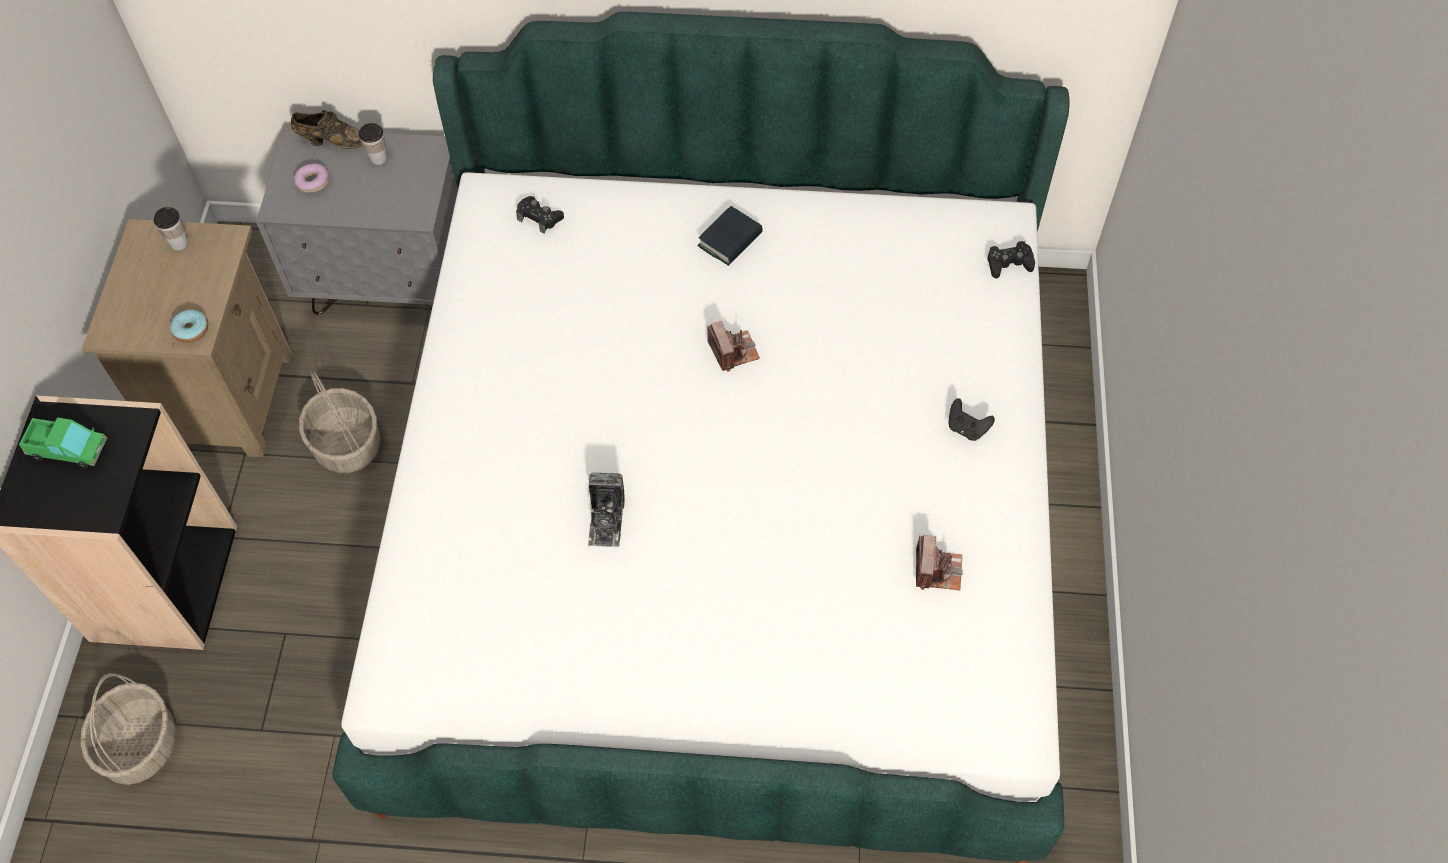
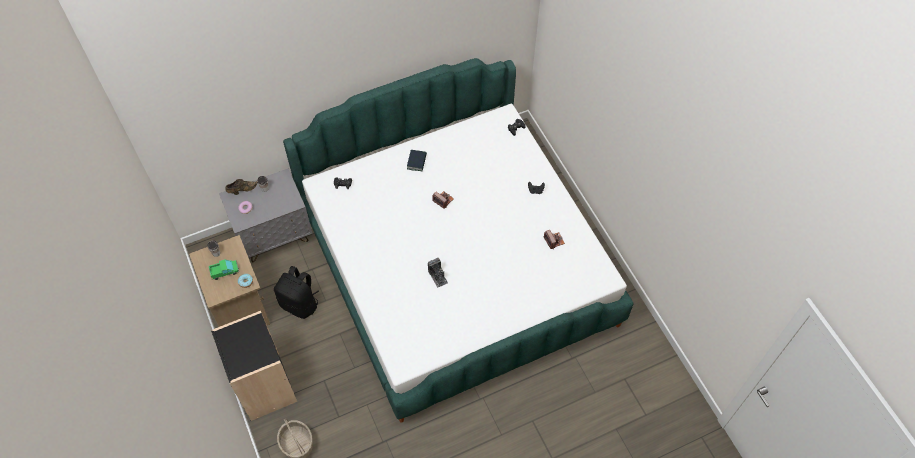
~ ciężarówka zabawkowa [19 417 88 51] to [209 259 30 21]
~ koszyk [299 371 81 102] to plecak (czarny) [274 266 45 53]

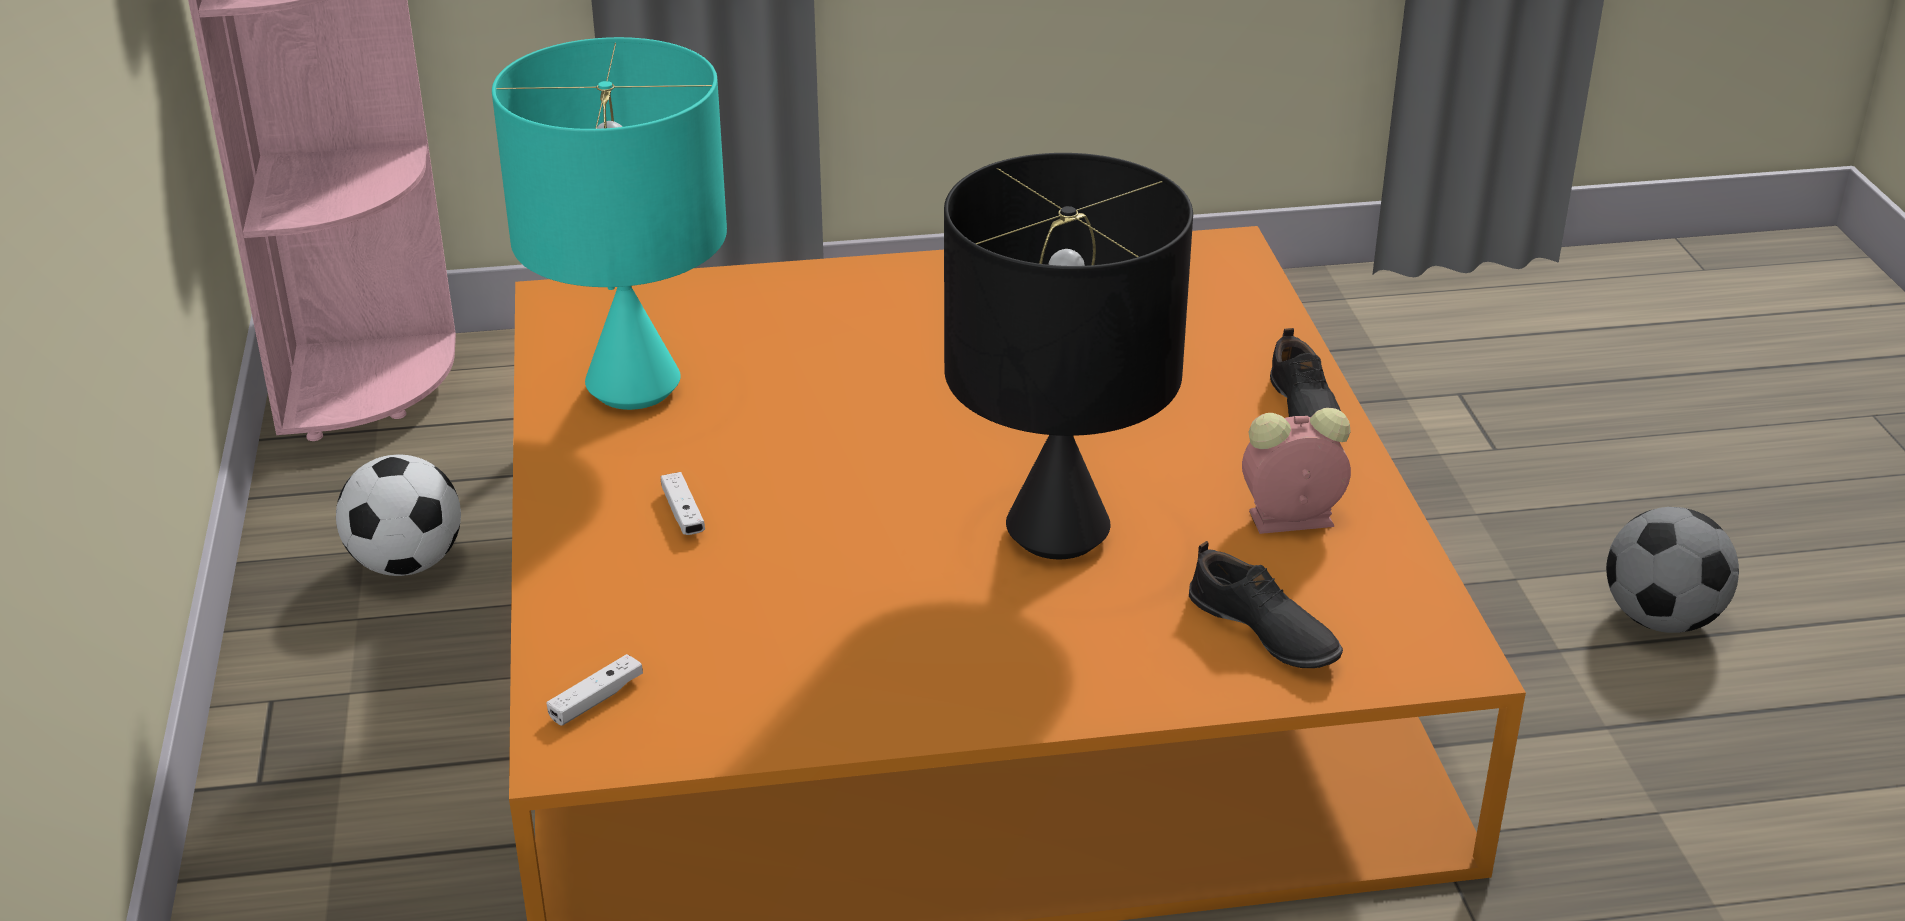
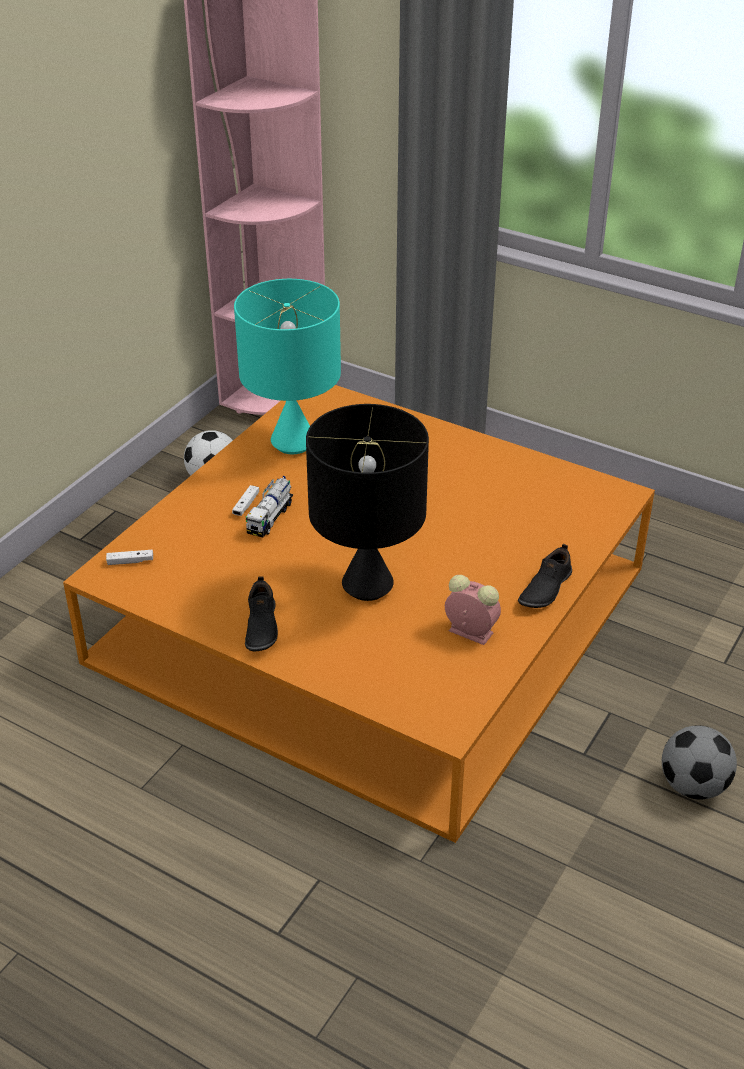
~ but (czarny) [1189 541 154 127] to [245 576 33 75]
+ ciężarówka zabawkowa [246 476 47 62]

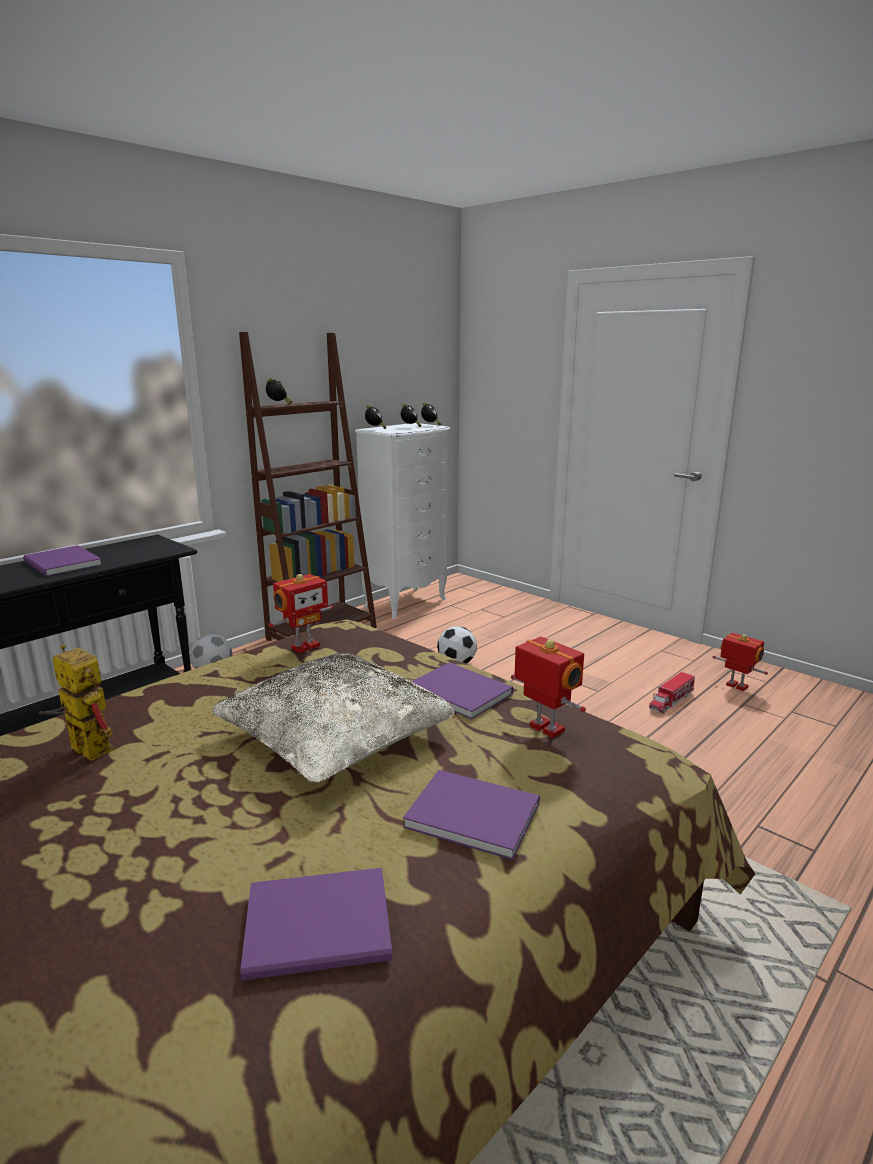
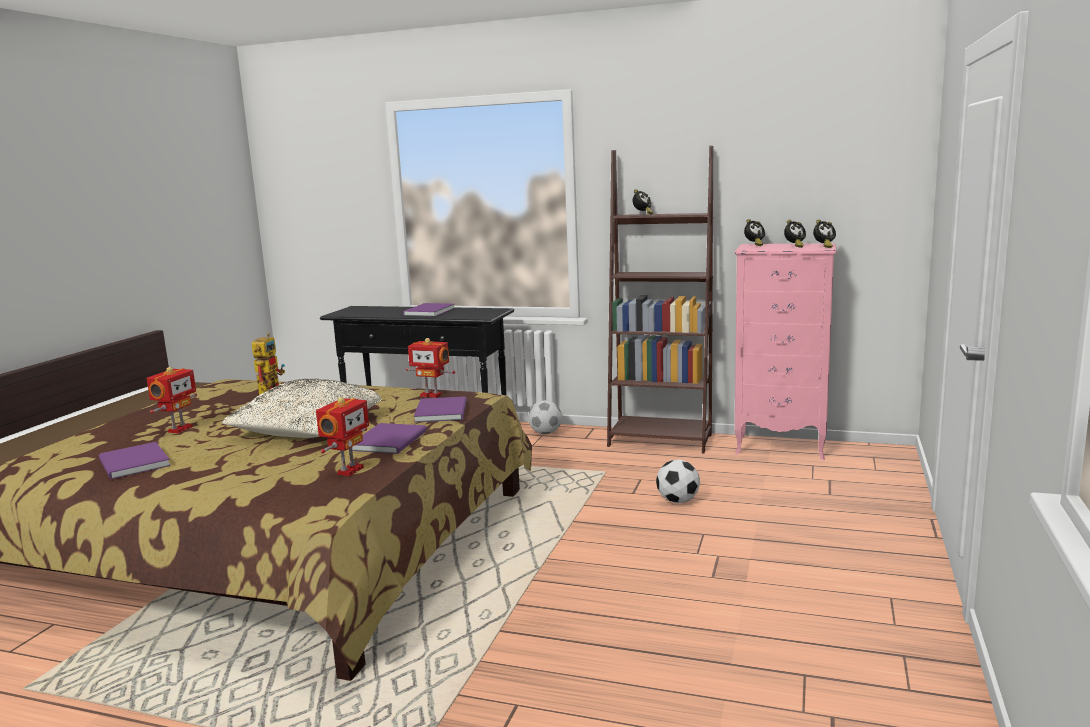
~ robot zabawkowy [713 633 55 58] to [146 367 51 66]
~ książka (fioletowy) [403 770 137 90] to [414 397 53 25]
~ komoda (biały) [355 423 95 196] to komoda (różowy) [734 243 103 217]
- ciężarówka zabawkowa [649 672 46 42]

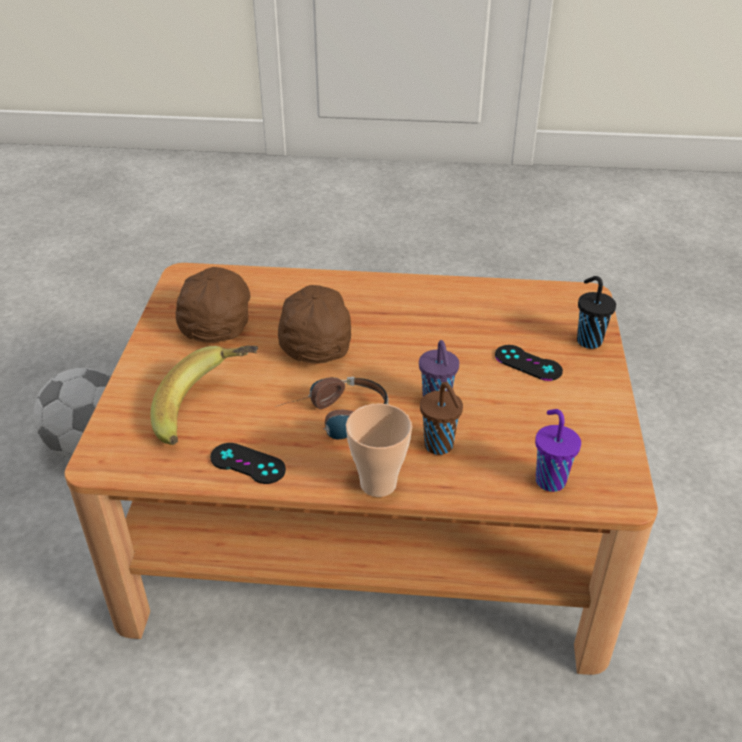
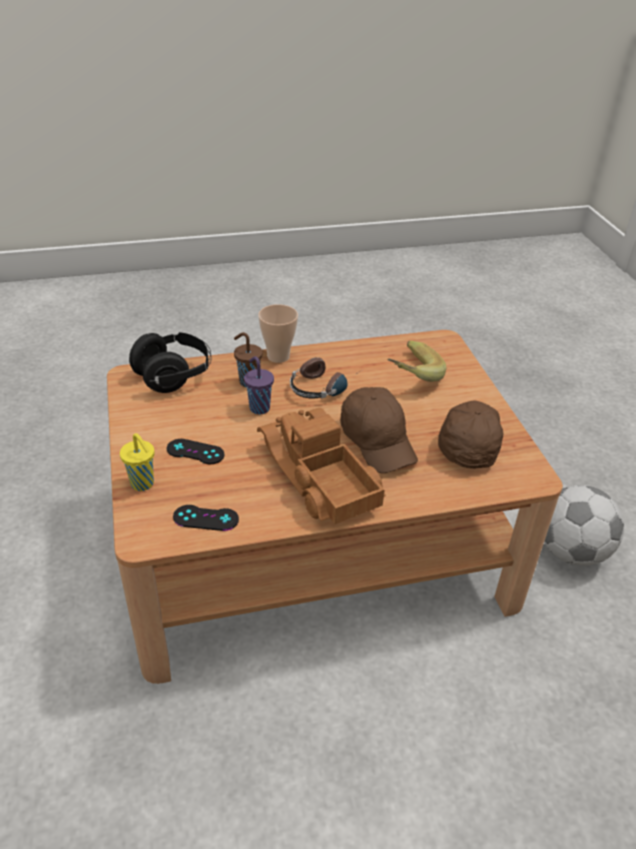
~ filiżanka (czarny) [577 276 39 73] to filiżanka (żółty) [120 433 34 58]
~ filiżanka (fioletowy) [535 409 46 83] to słuchawki (czarny) [129 332 82 61]
~ pad do gier (czarny) [210 443 76 41] to [173 505 66 26]
+ ciężarówka zabawkowa [257 408 129 116]
~ czapka z daszkiem (brązowy) [176 267 75 76] = [438 400 65 69] 150 degrees counterclockwise

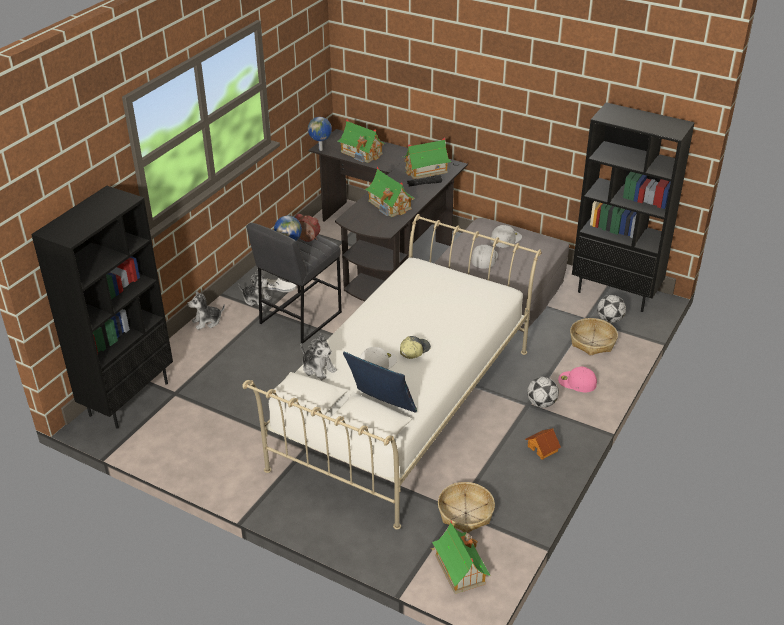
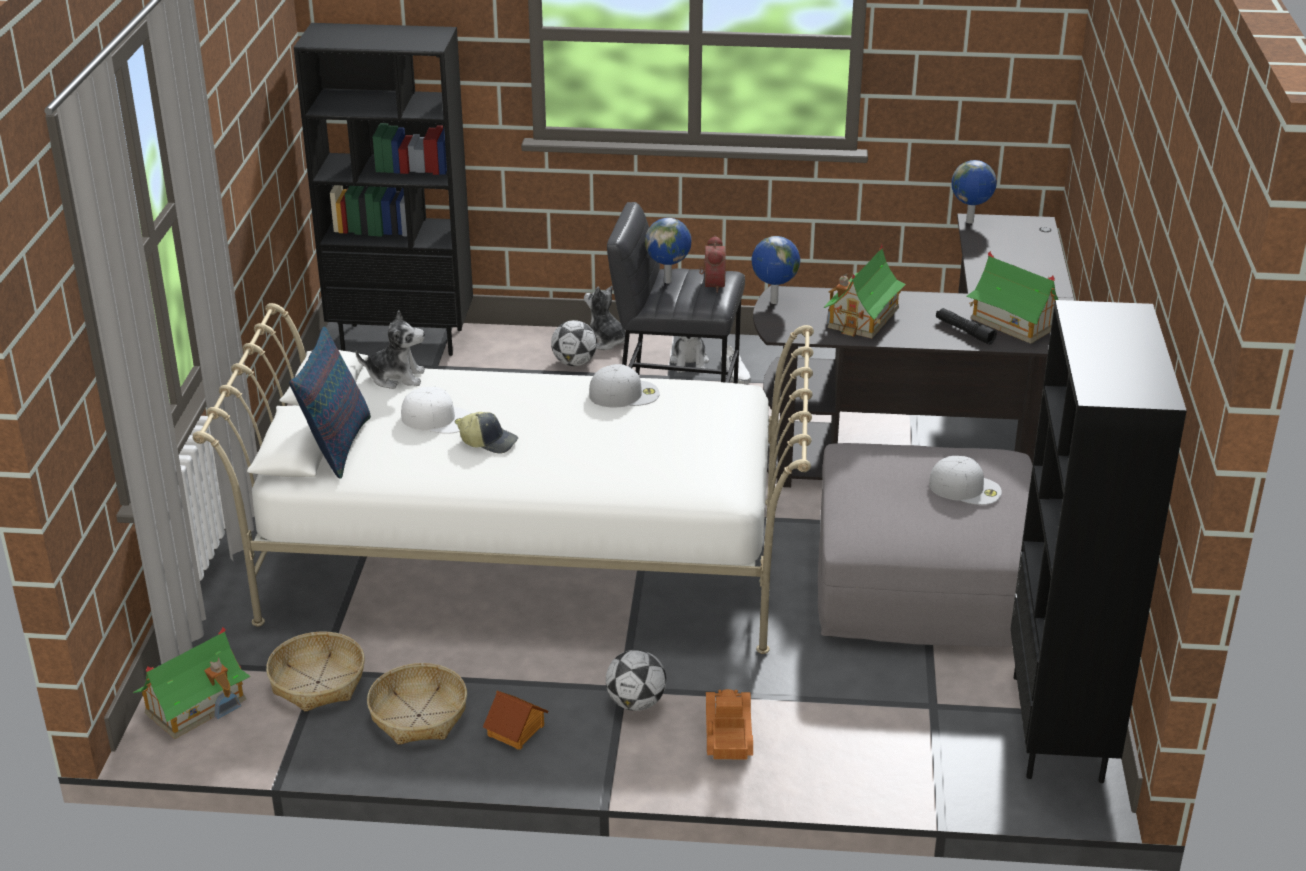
~ pluszak [301 333 36 47] = [356 310 69 79] 105 degrees counterclockwise
~ koszyk [570 318 48 38] to [367 663 100 82]
~ piłka futbolowa [597 295 29 28] to [551 320 46 46]
~ czapka z daszkiem (biały) [471 245 27 24] to [589 364 71 43]
~ czapka z daszkiem (różowy) [558 366 39 26] to ciężarówka zabawkowa [706 689 47 70]
+ globus [752 236 48 68]
- domek [337 119 49 44]

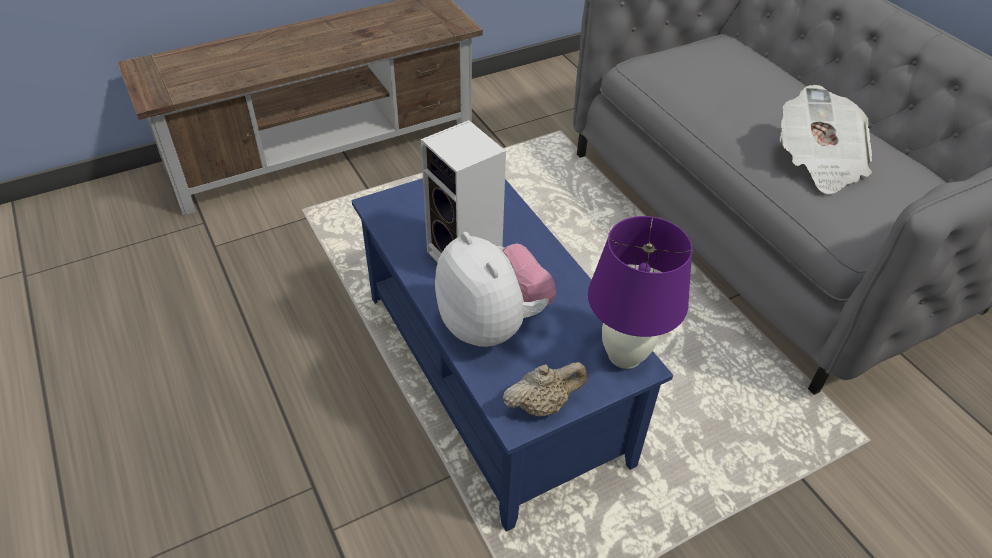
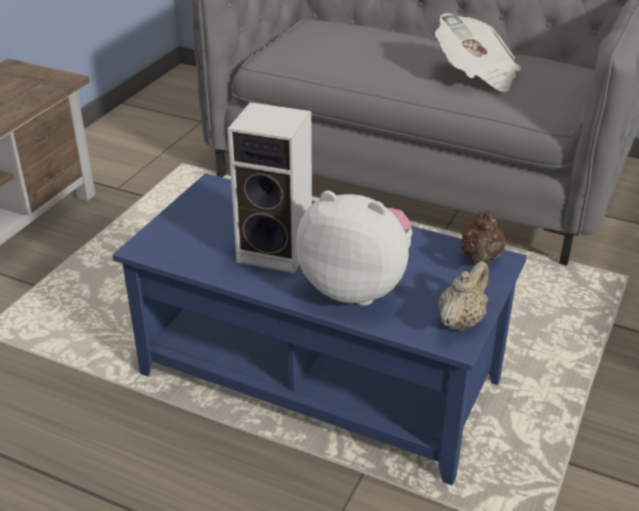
~ lampa stołowa (fioletowy) [588 216 104 153] to imbryk (brązowy) [461 210 44 54]

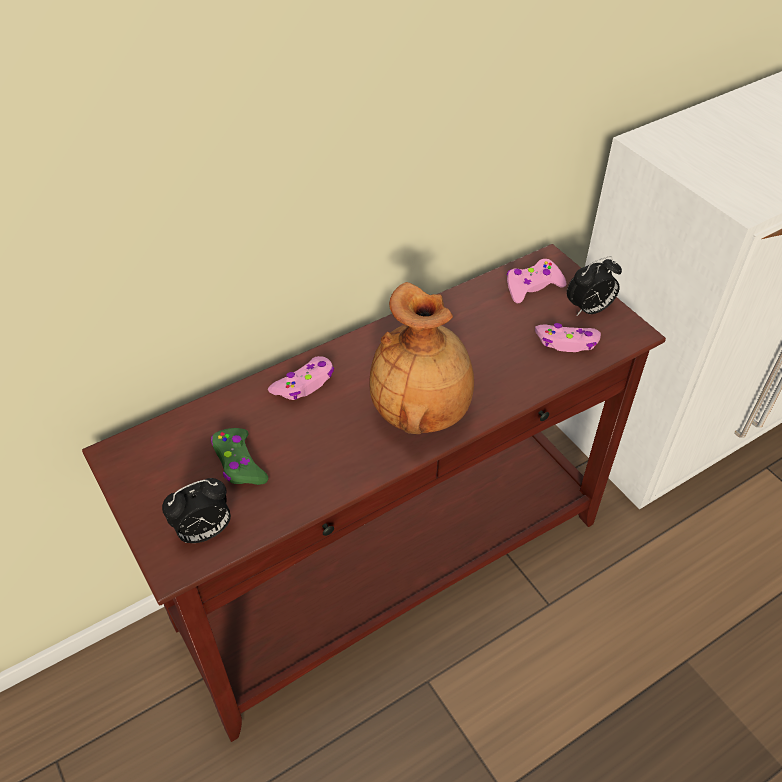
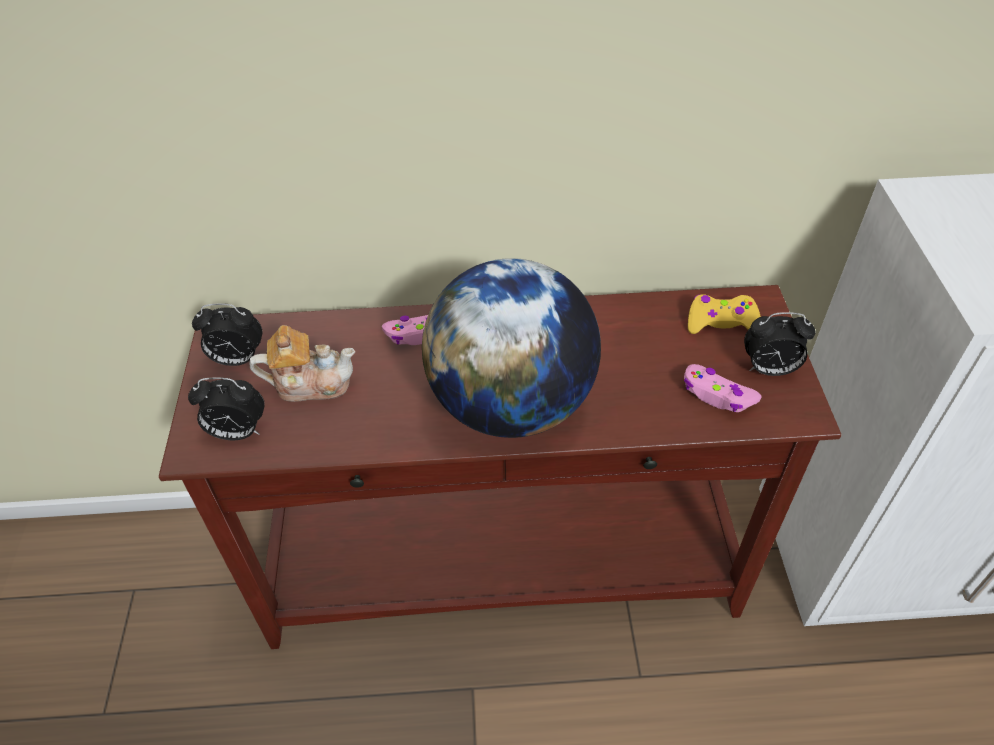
+ budzik [192 303 70 63]
~ pad do gier (zielony) [211 428 57 57] to imbryk [250 325 105 77]
~ wazon (brązowy) [370 282 104 152] to globus [422 258 179 180]
~ pad do gier (różowy) [507 259 60 44] to pad do gier (żółty) [688 294 73 40]

